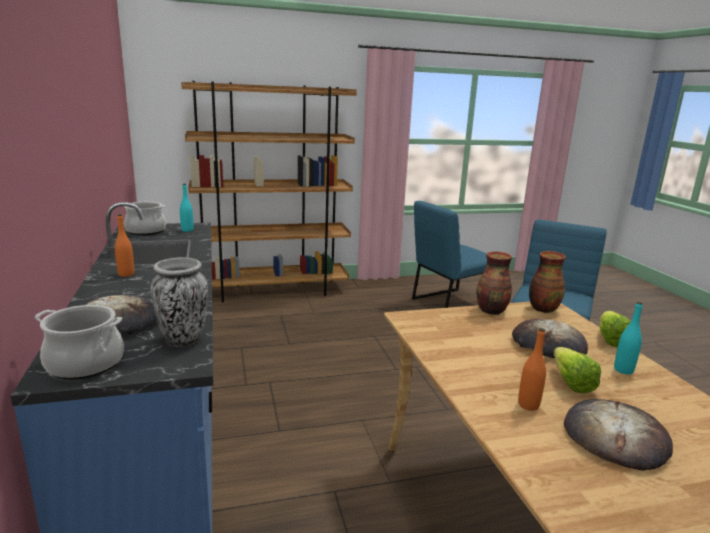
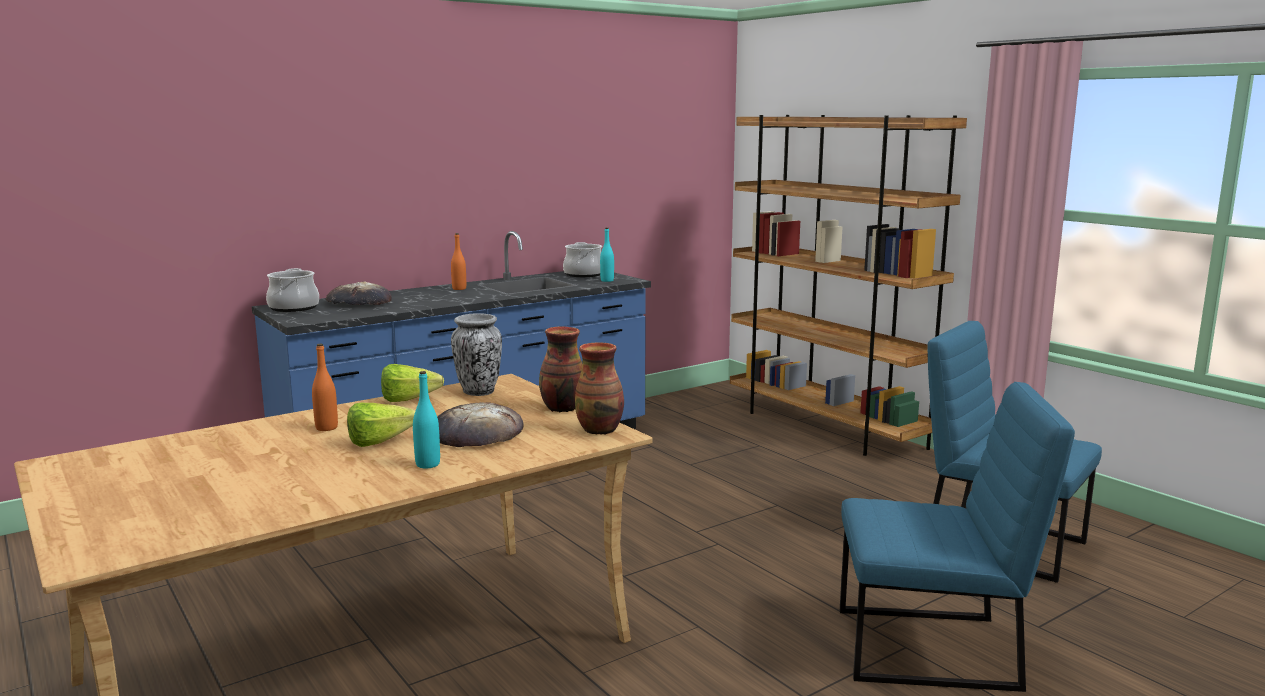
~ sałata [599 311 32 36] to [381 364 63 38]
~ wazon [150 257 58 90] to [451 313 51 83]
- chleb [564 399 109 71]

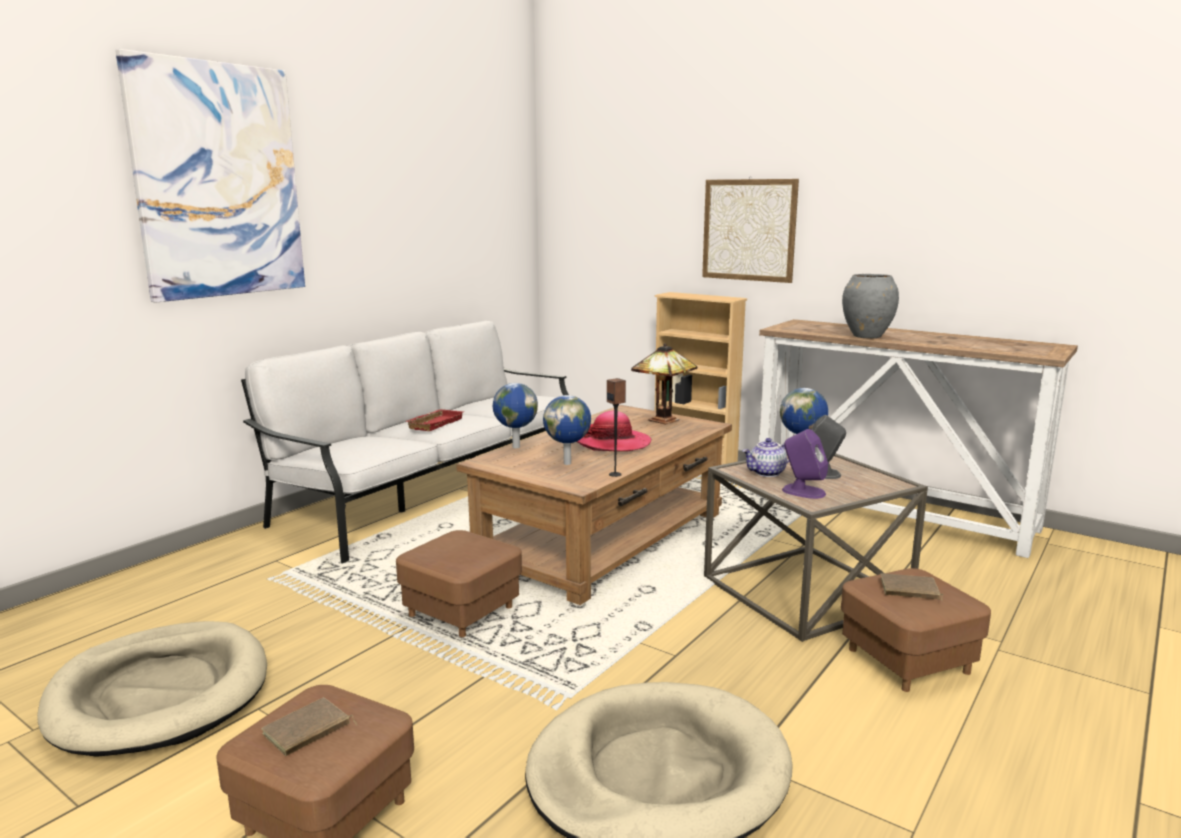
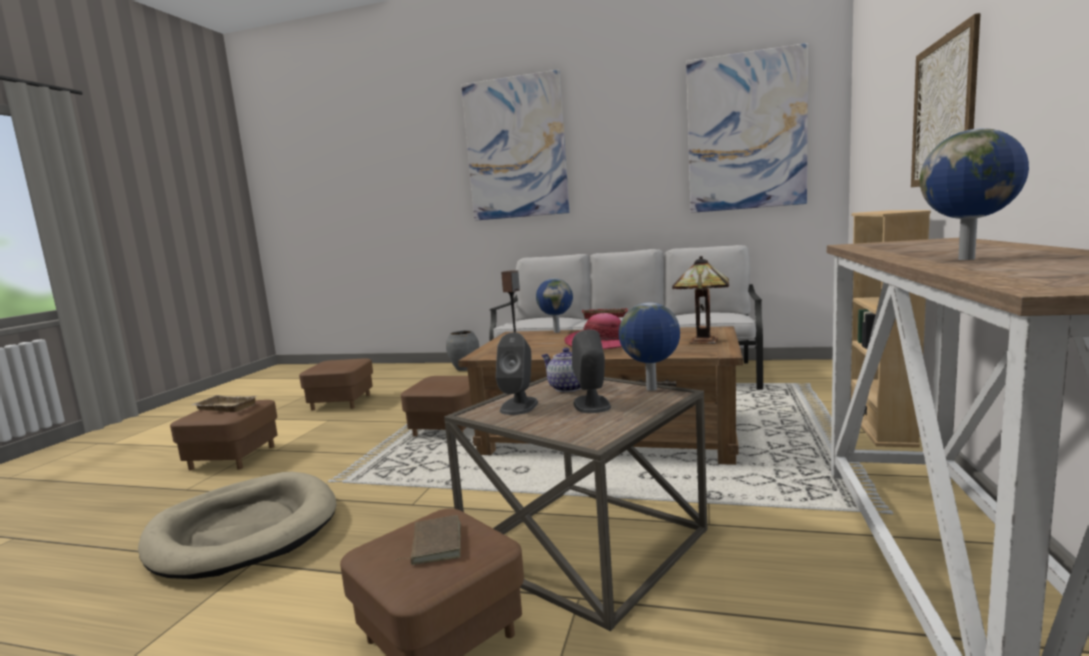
~ książka (brązowy) [261 697 96 59] to taca (beżowy) [192 395 66 17]
~ legowisko (beżowy) [37 621 230 136] to pufa (brązowy) [299 358 74 53]
~ wazon (szary) [842 274 57 64] to [446 330 33 41]
~ głośnik (fioletowy) [782 429 46 70] to głośnik (szary) [496 332 42 83]
+ obraz [686 43 122 170]
~ globus [543 395 48 70] to [920 128 109 132]

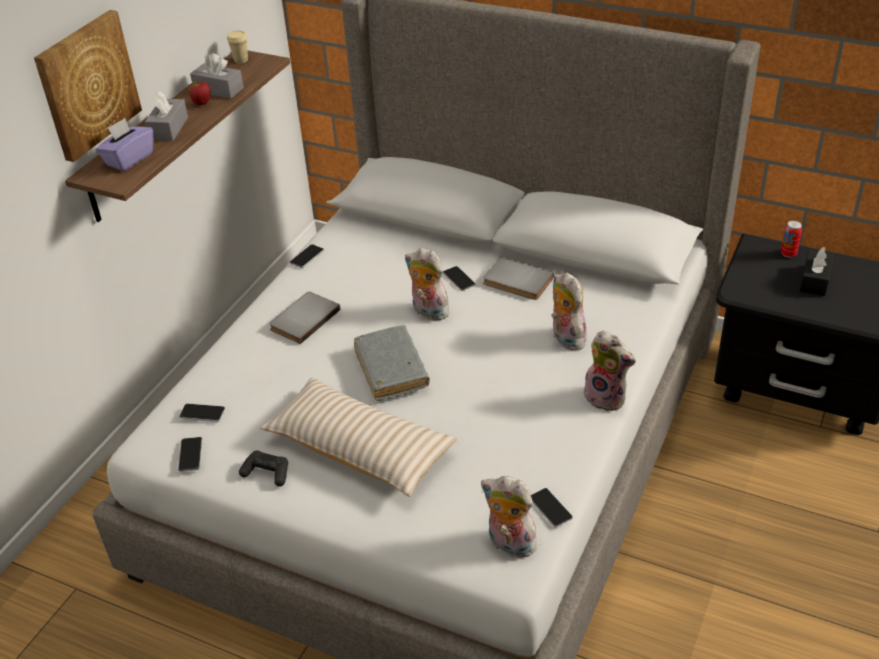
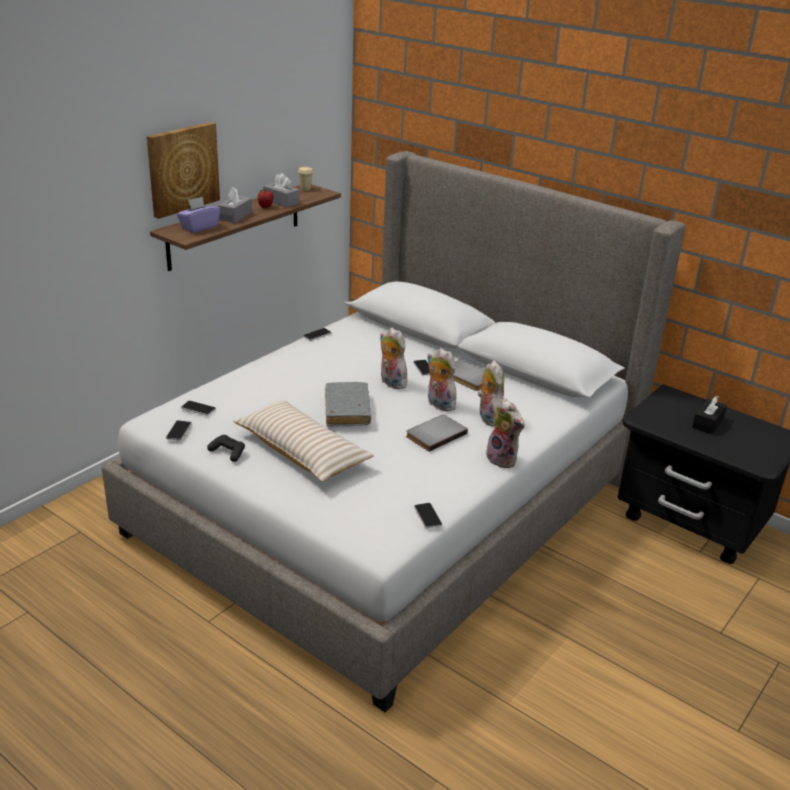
~ książka (szary) [269 292 71 52] to [406 415 62 37]
~ pluszak [481 476 60 82] to [427 348 29 63]
- puszka [781 220 21 38]

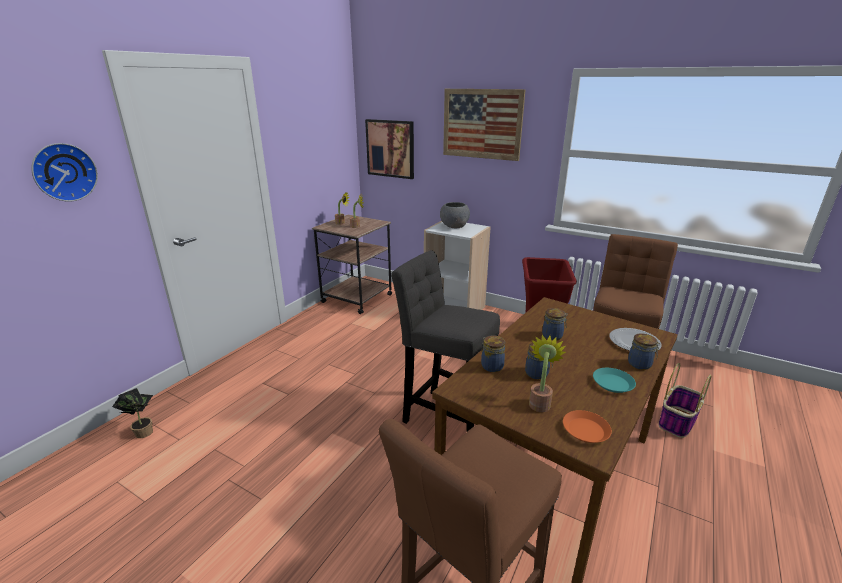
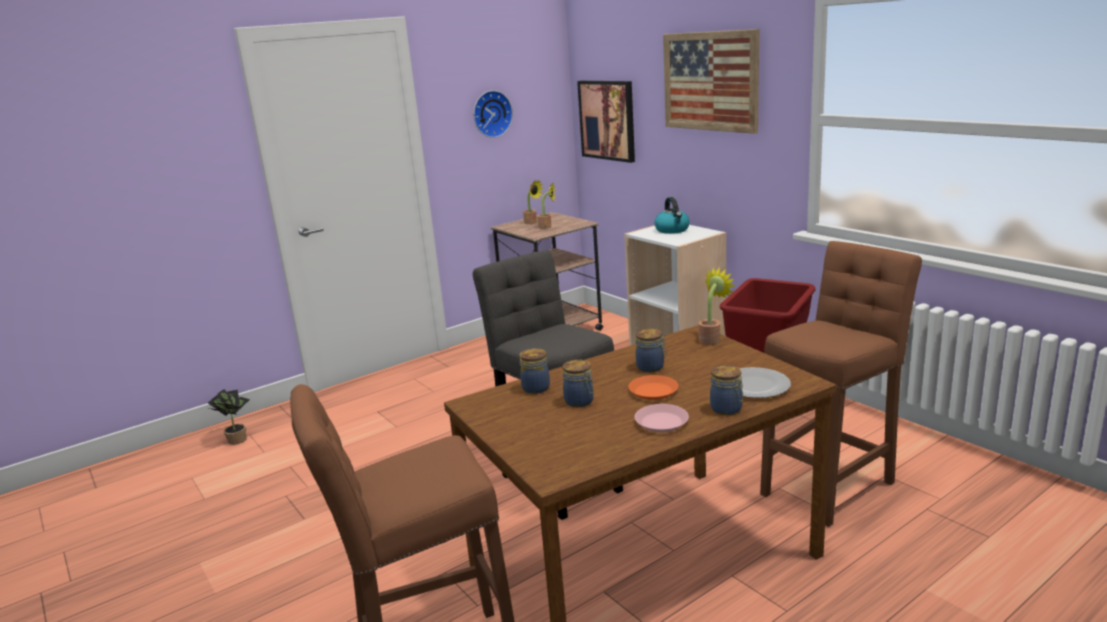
~ zegar ścienny [31 143 67 59] to [474 90 39 48]
~ talerz (pomarańczowy) [563 410 49 33] to [628 375 50 25]
~ talerz (turkusowy) [593 368 43 25] to talerz (różowy) [634 404 55 28]
~ miska (szary) [440 202 30 26] to czajnik [654 197 36 37]
~ roślina doniczkowa [529 335 37 77] to [699 267 37 78]
- koszyk [659 363 53 75]

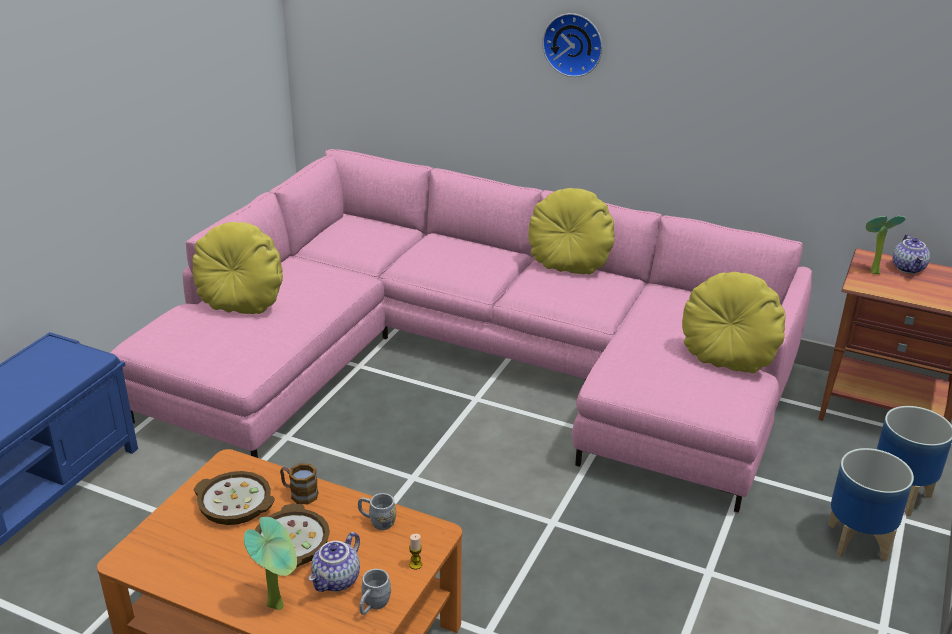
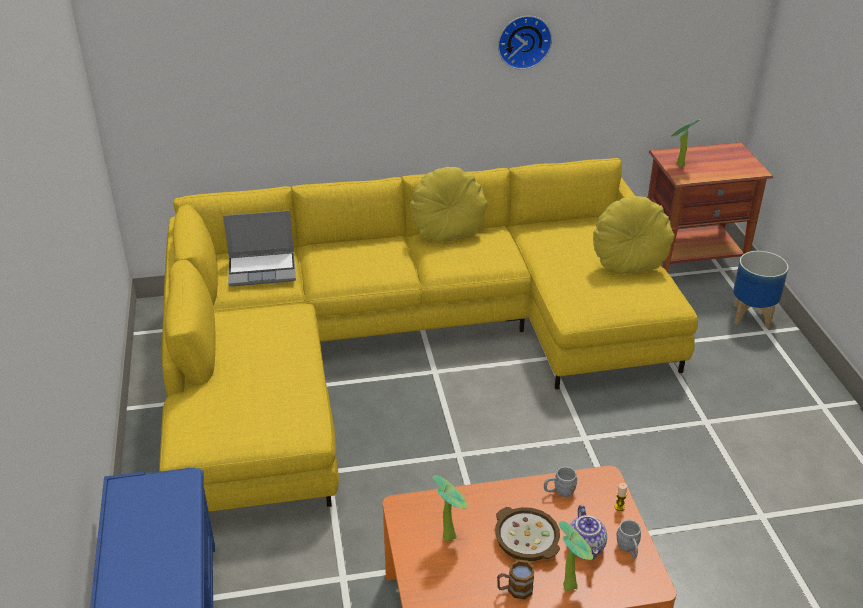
~ kanapa (różowy) [110 149 702 364] to kanapa (żółty) [159 158 539 354]
+ laptop [223 210 73 77]
~ miska [193 471 82 54] to roślina doniczkowa [432 475 36 67]
~ kubek [280 463 38 41] to [497 559 38 40]
~ zegar ścienny [542 13 61 64] to [498 16 54 54]
- poduszka (żółty) [193 222 90 92]
- donica [828 448 86 114]
- imbryk [892 234 38 40]

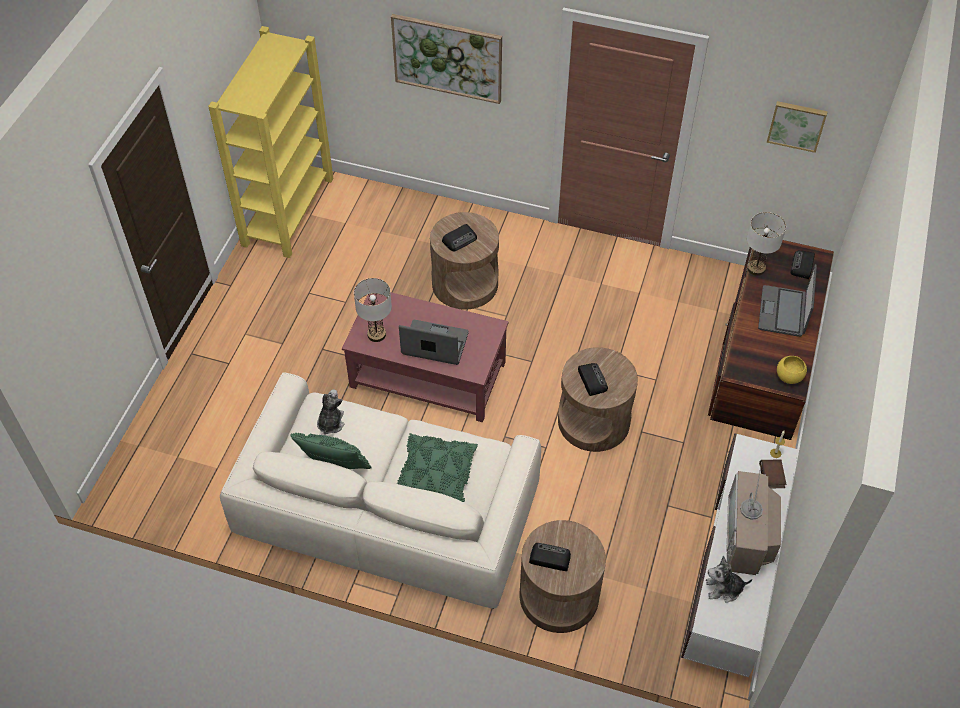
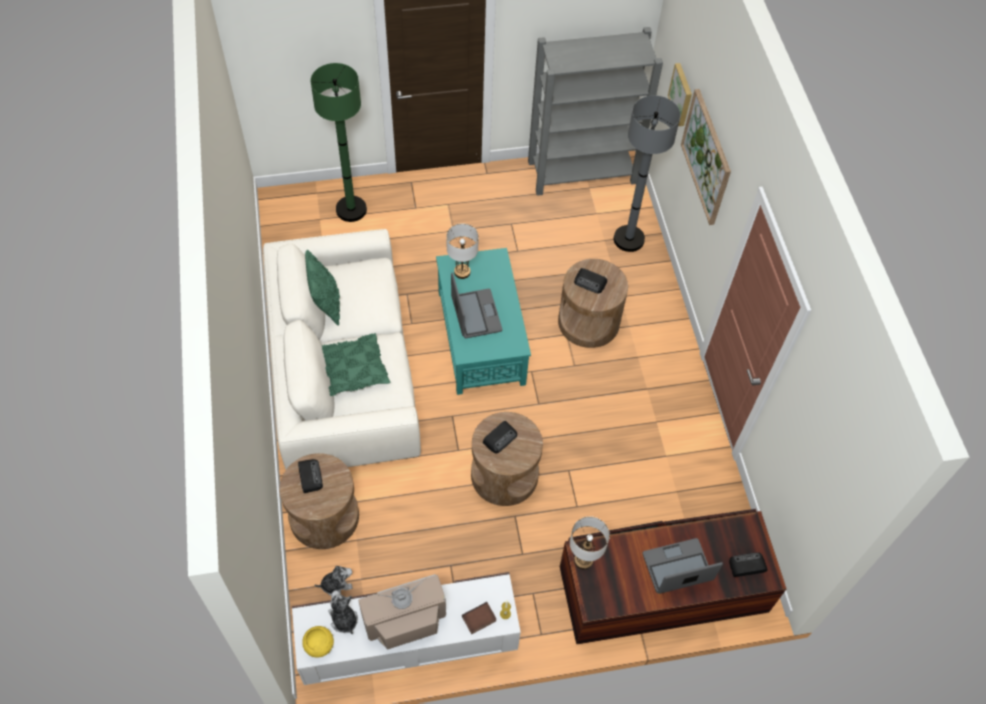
~ miska (żółty) [777 356 30 28] to [302 626 32 32]
+ lampa stojąca (zielony) [311 63 56 159]
~ pluszak [317 389 27 46] to [314 566 39 30]
~ ława (czerwony) [342 292 167 130] to ława (turkusowy) [436 248 95 147]
~ regał (żółty) [208 26 125 232] to regał (szary) [528 27 135 169]
~ lampa stołowa [747 212 39 64] to [570 516 40 54]
+ lampa stojąca (szary) [614 95 67 157]
~ obraz [767 101 61 52] to [668 63 24 63]

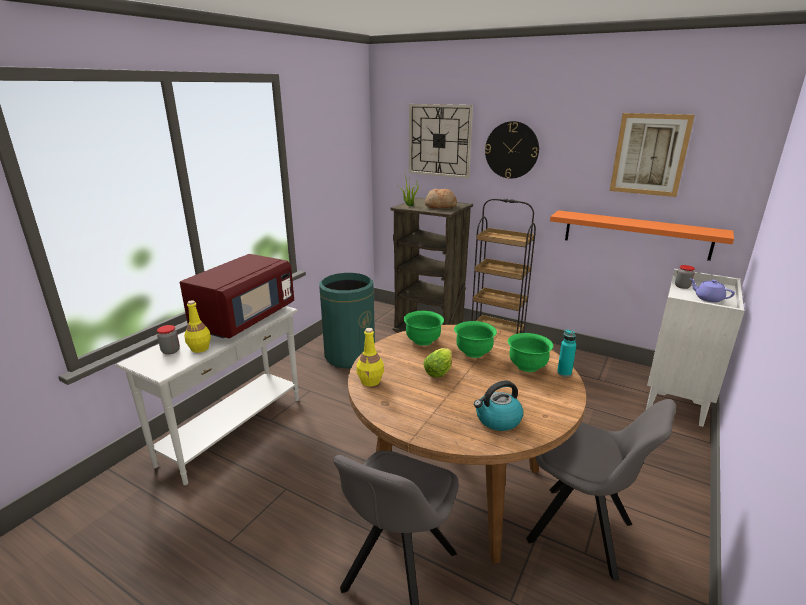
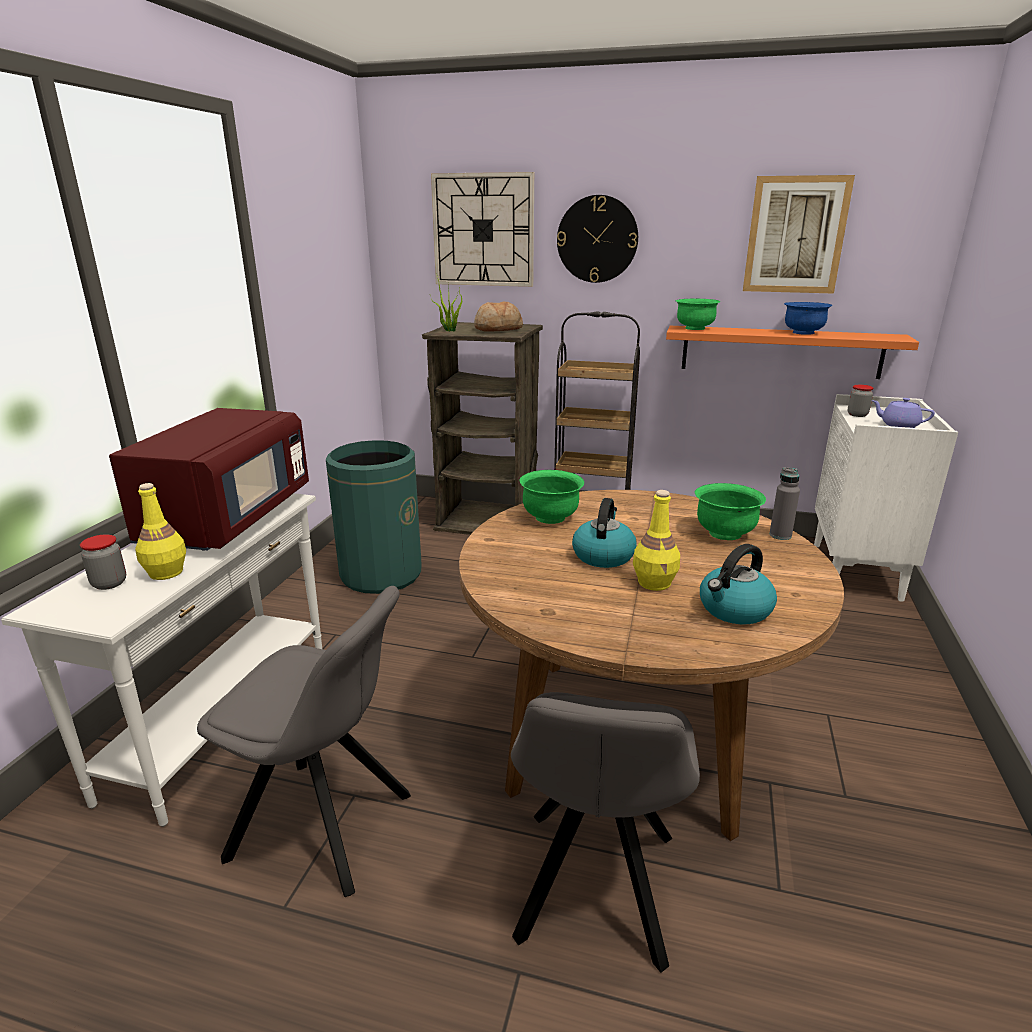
~ krzesło (szary) [526 399 150 182] to [197 586 214 311]
~ sałata [423 348 29 29] to czajnik [572 498 65 70]
~ butelka (żółty) [356 328 28 59] to [633 490 47 101]
~ miska (zielony) [454 321 43 37] to [676 299 44 31]
~ butelka (turkusowy) [557 329 19 48] to butelka (szary) [769 467 31 73]
+ miska (niebieski) [784 302 48 33]

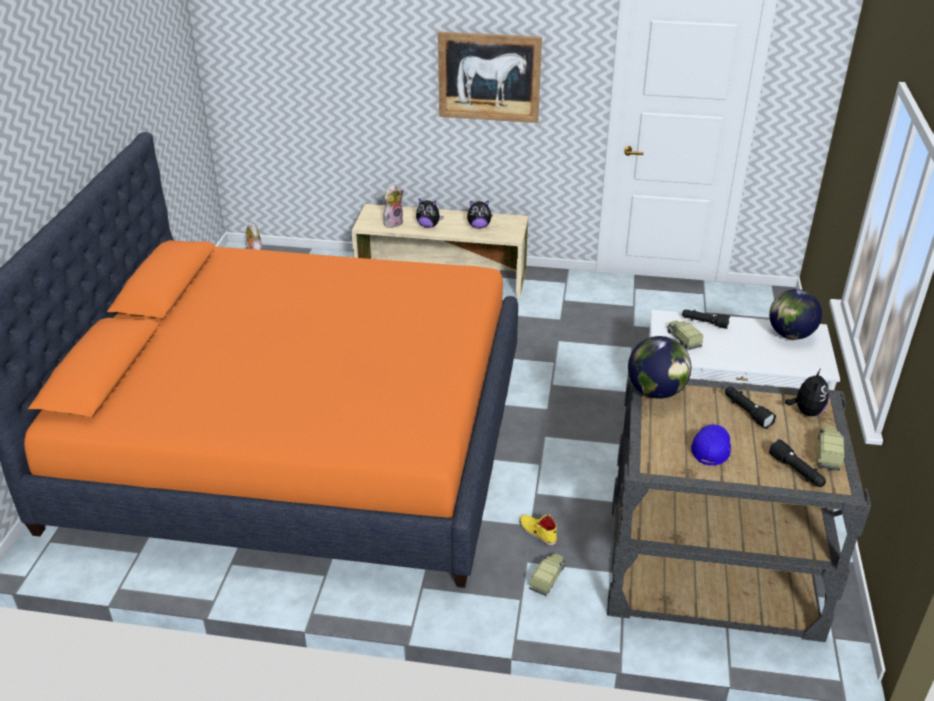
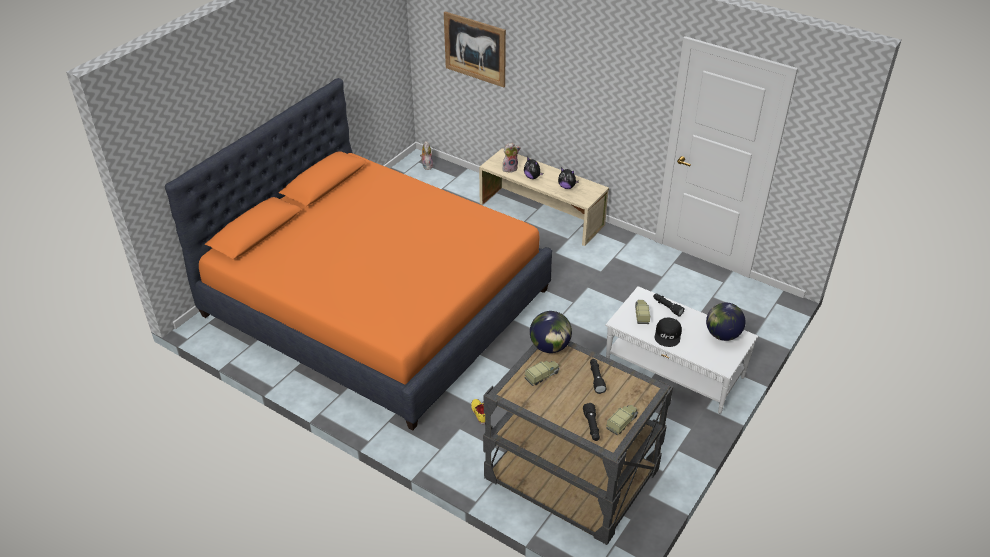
~ obraz [438 31 104 92] to [444 11 62 77]
~ ciężarówka zabawkowa [529 553 37 43] to [524 361 36 25]
+ czapka z daszkiem (czarny) [655 318 27 29]
- czapka z daszkiem (niebieski) [691 424 40 42]
- pluszak [785 369 44 47]

